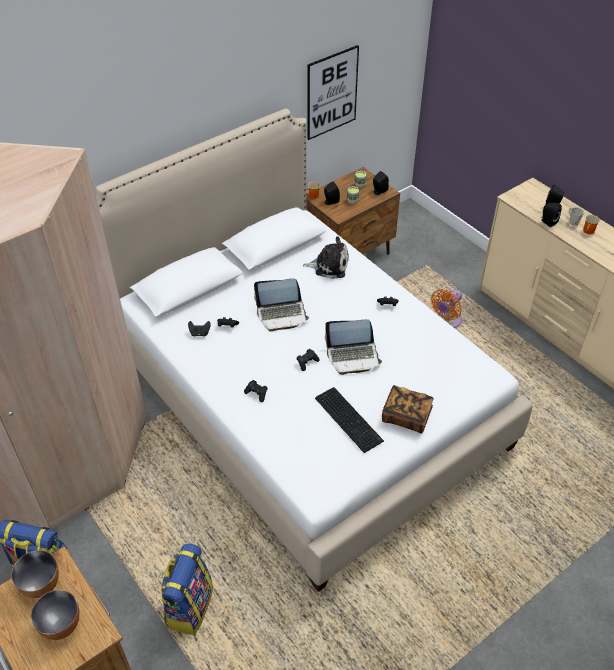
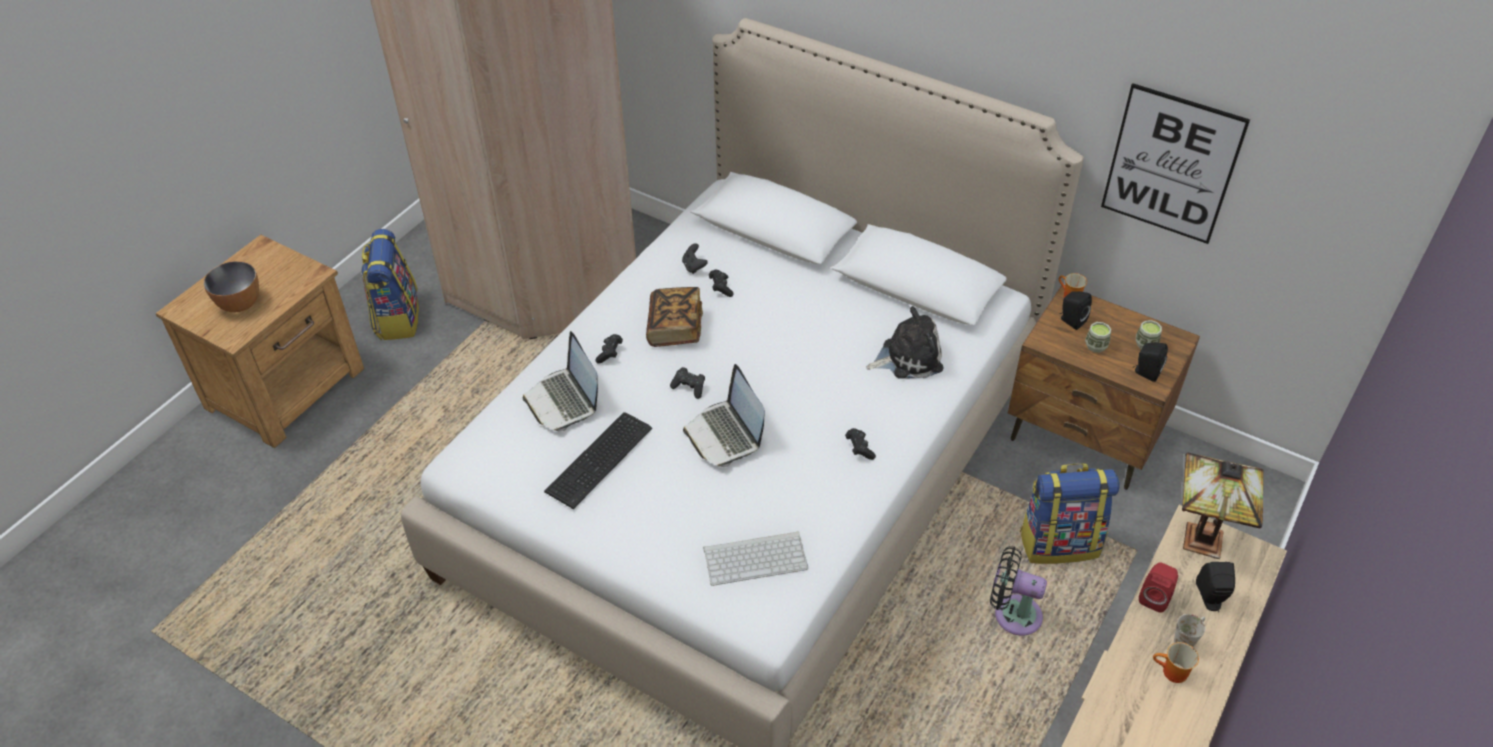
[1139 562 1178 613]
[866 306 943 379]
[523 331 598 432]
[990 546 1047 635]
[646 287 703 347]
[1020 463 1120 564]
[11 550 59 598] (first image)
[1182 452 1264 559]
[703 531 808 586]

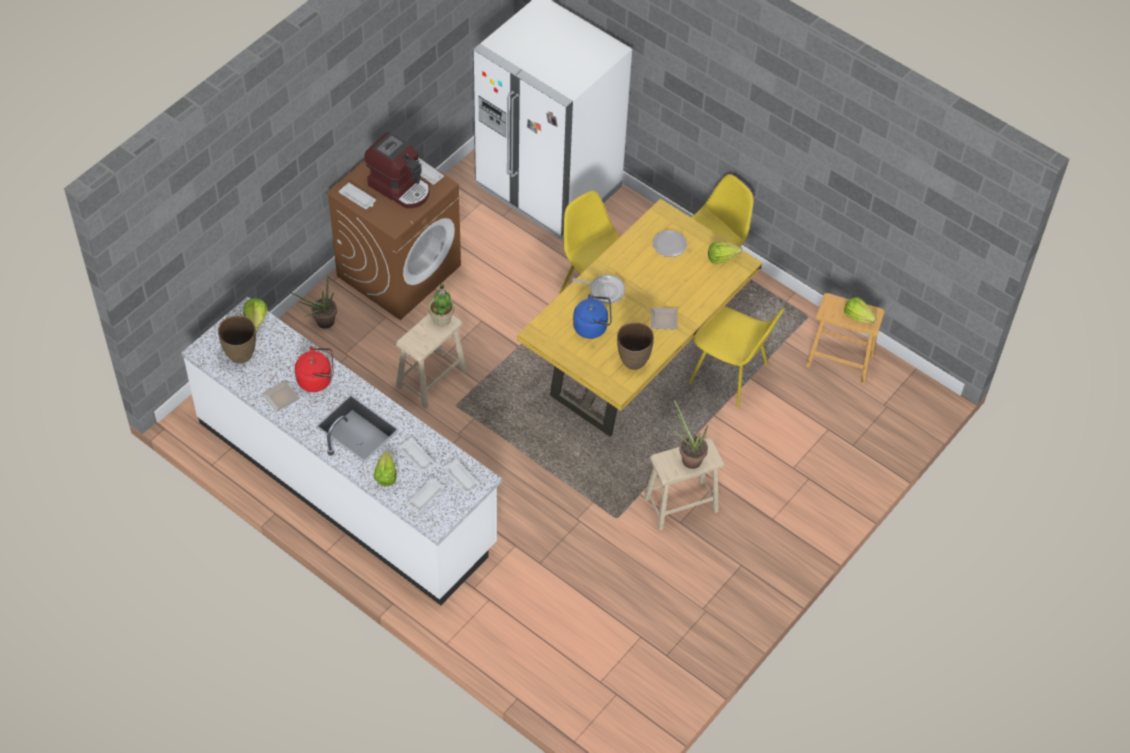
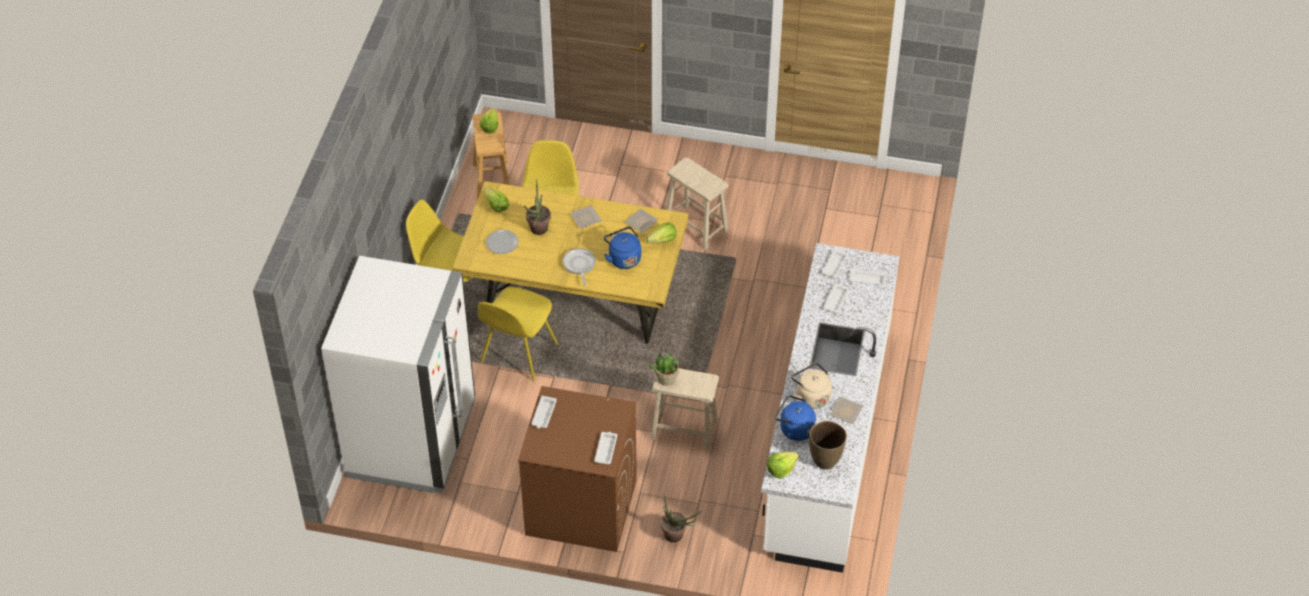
[364 132 430 208] (first image)
[625 208 658 233]
[792 363 832 409]
[524 178 551 235]
[646 222 676 244]
[775 395 816 441]

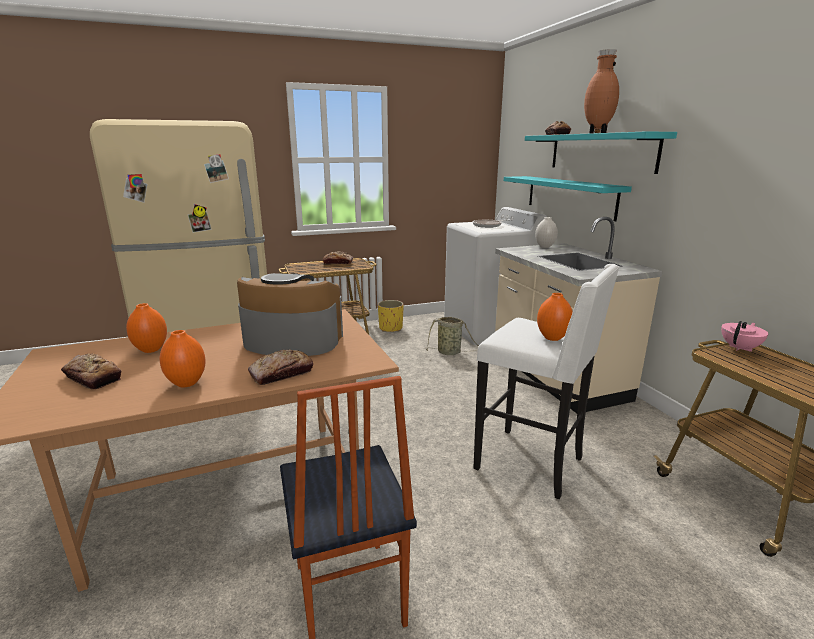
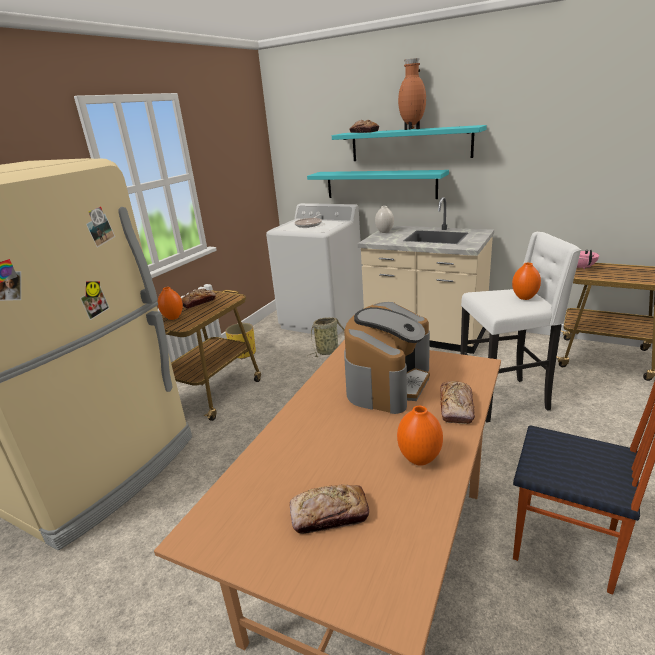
[344 302 430 414]
[158 287 183 320]

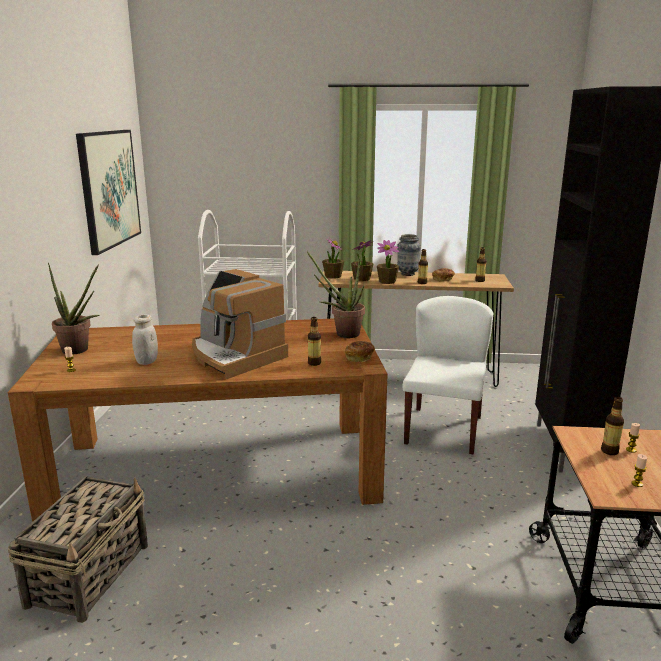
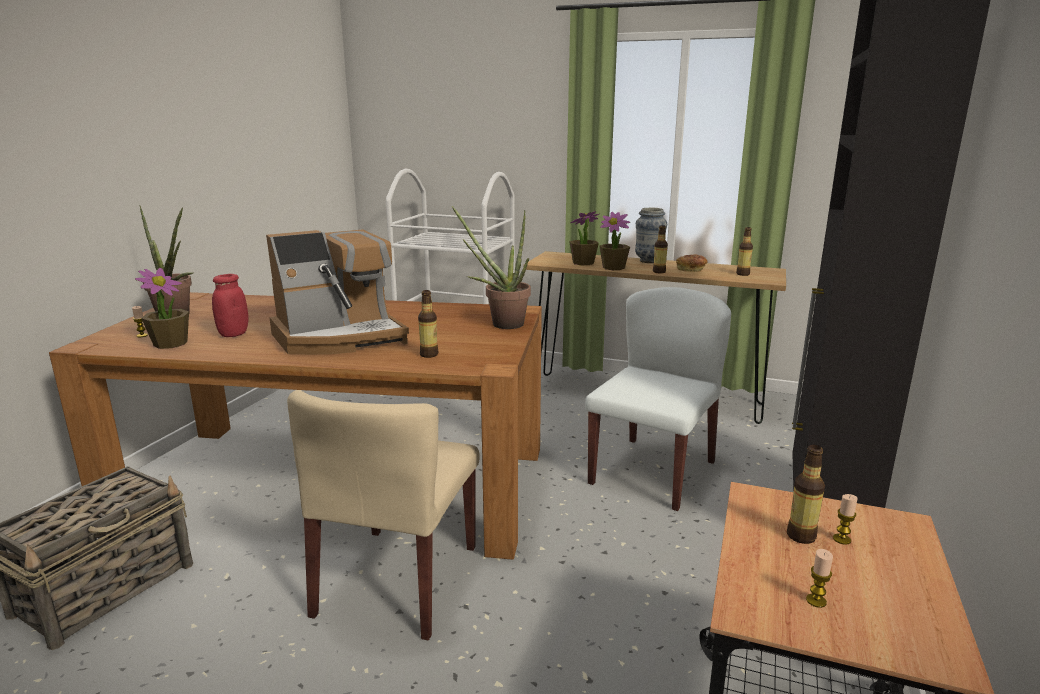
[76 130 141 255] (first image)
[135 268 189 349]
[266 229 409 355]
[212 274 248 337]
[345 341 375 362] (first image)
[287 390 480 641]

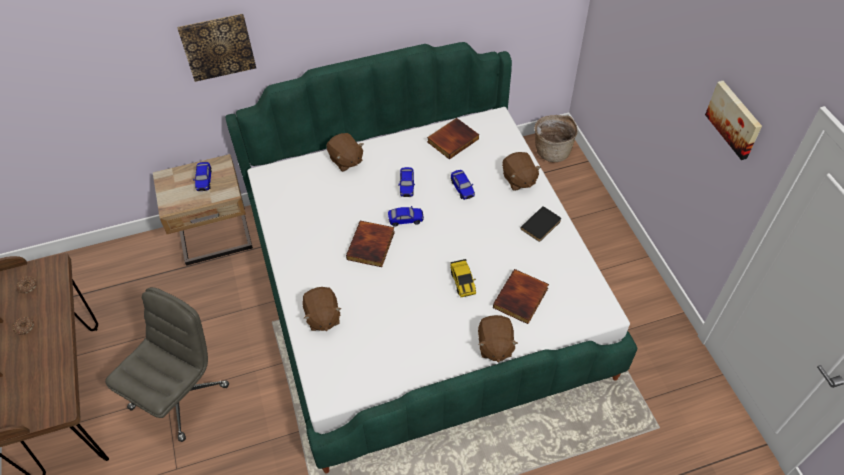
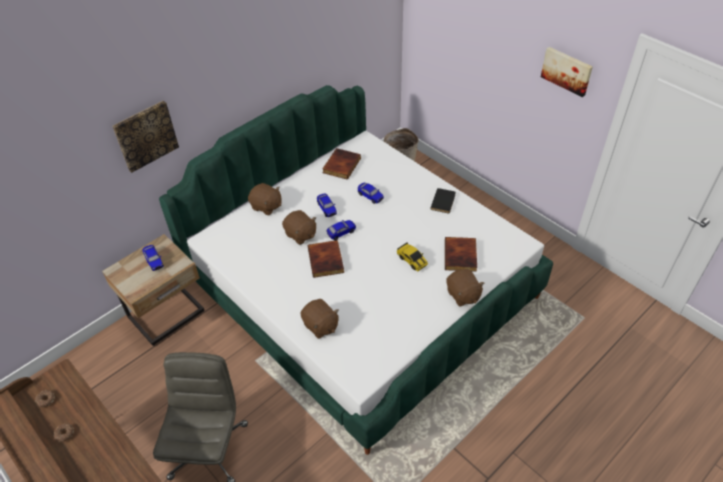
[282 210 316 245]

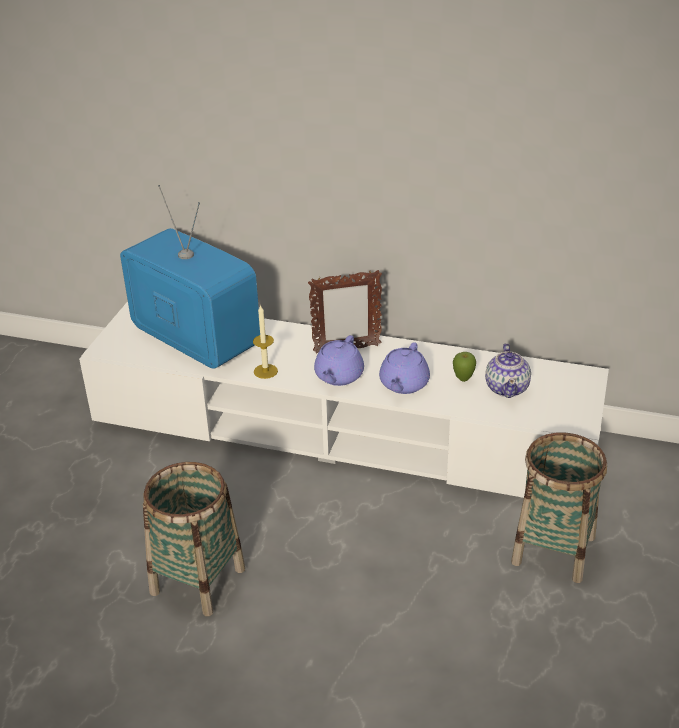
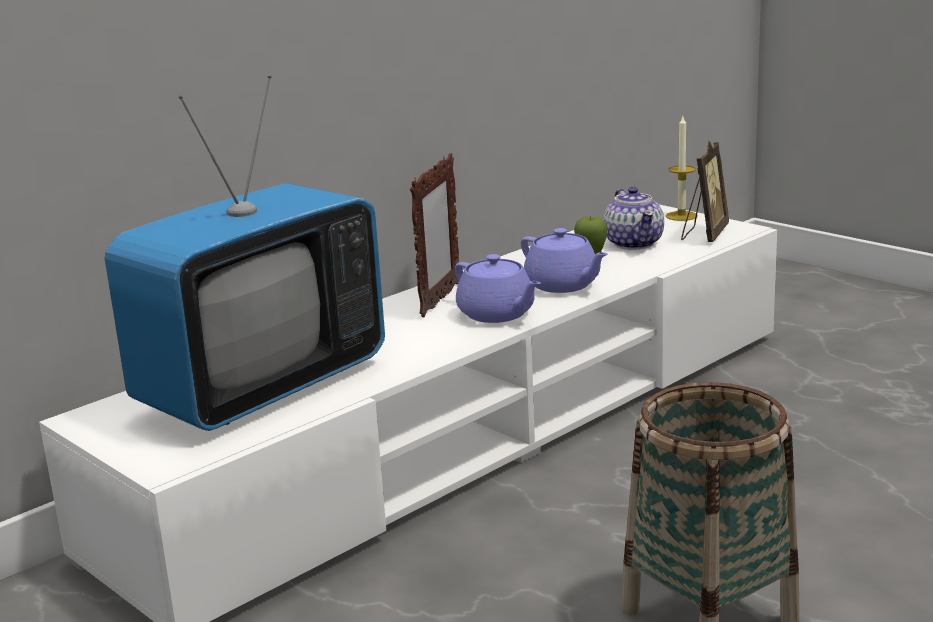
[105 75 385 431]
[666 116 698 221]
[603 187 664 250]
[511 432 607 583] (first image)
[681 141 729 242]

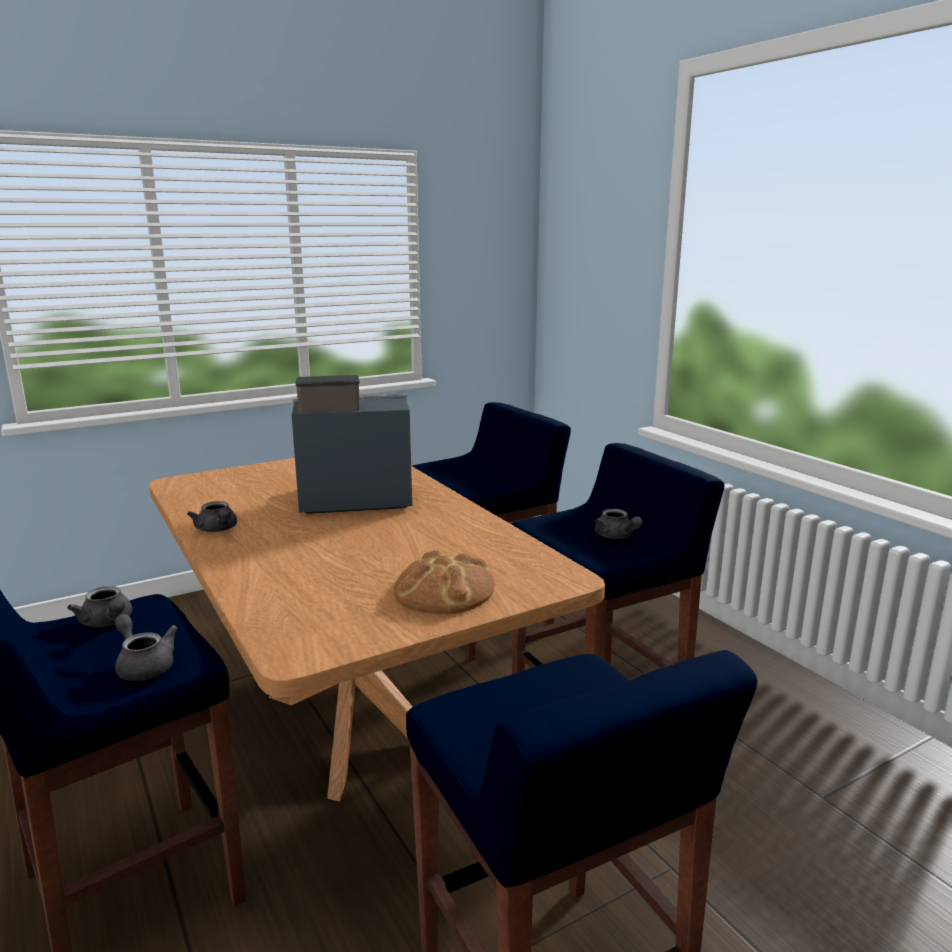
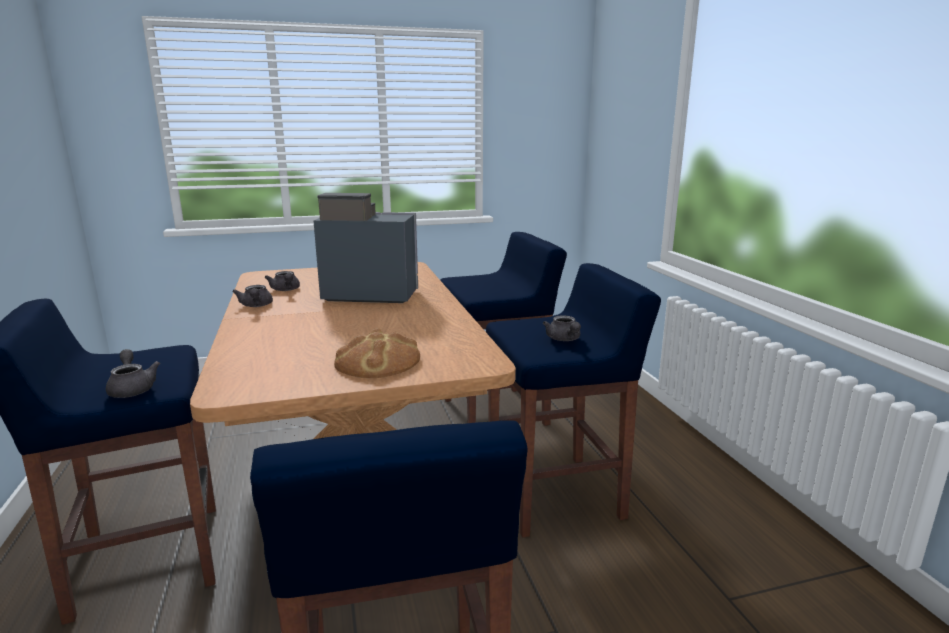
[265 271 300 291]

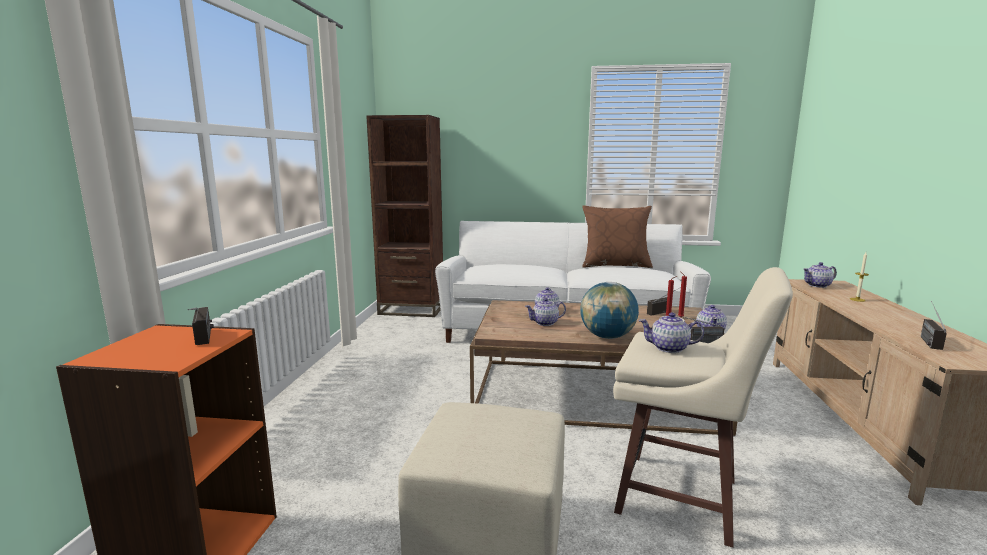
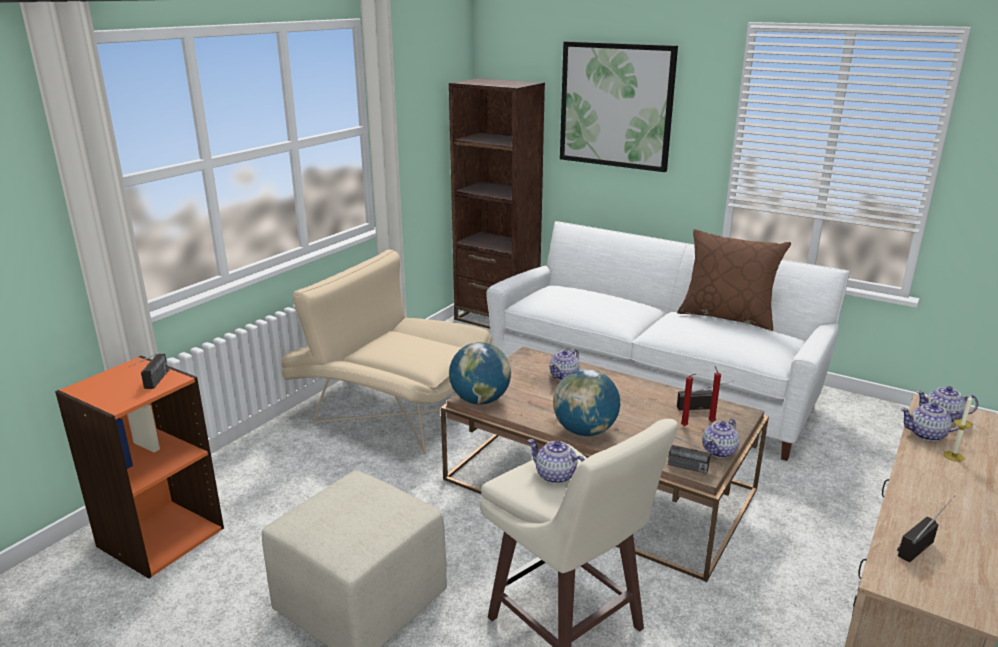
[900 403 963 441]
[560 41 678 172]
[281 249 492 454]
[449 342 511 404]

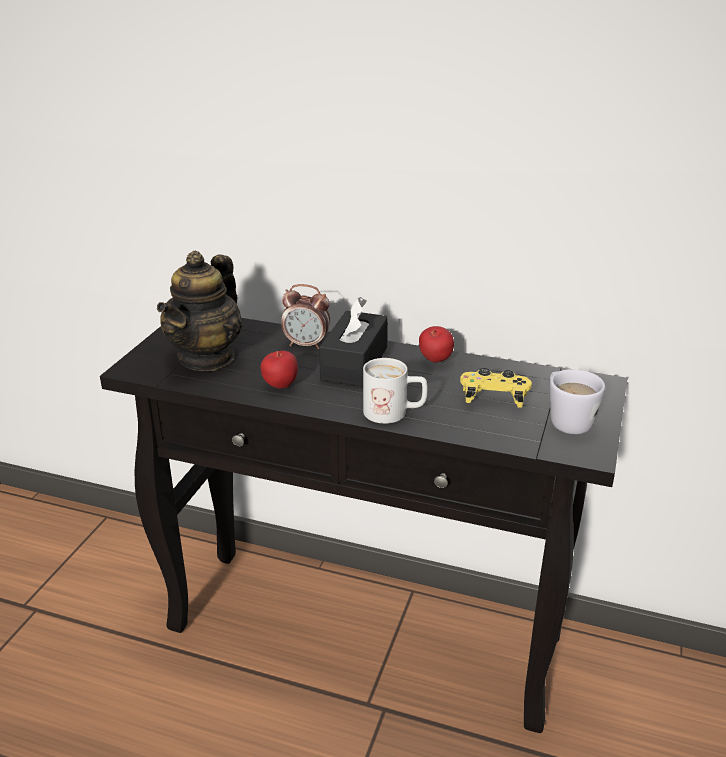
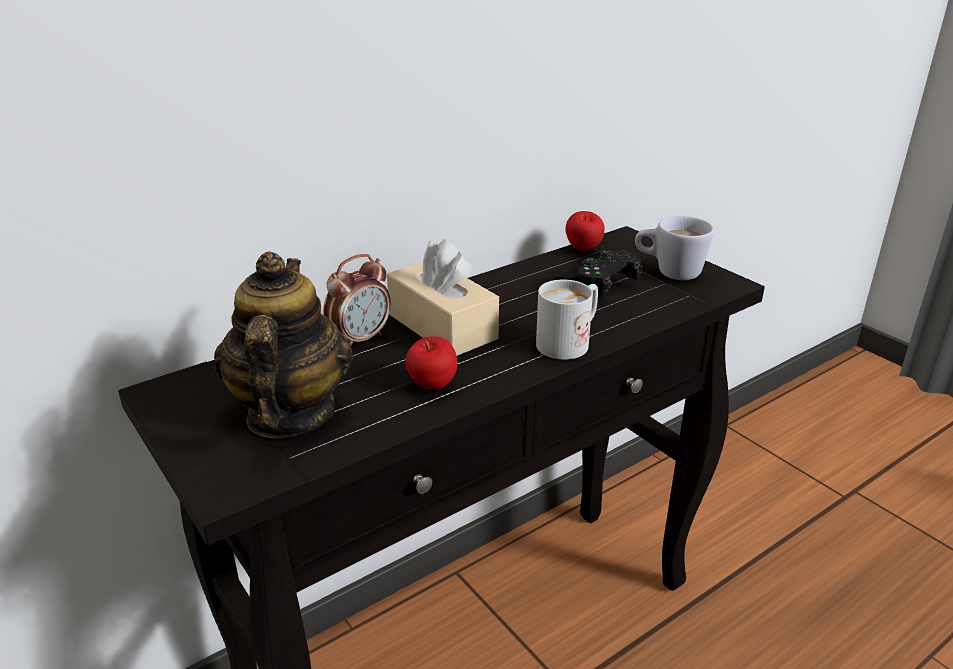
[214 252 353 438]
[387 239 499 356]
[565 211 605 251]
[554 250 643 298]

